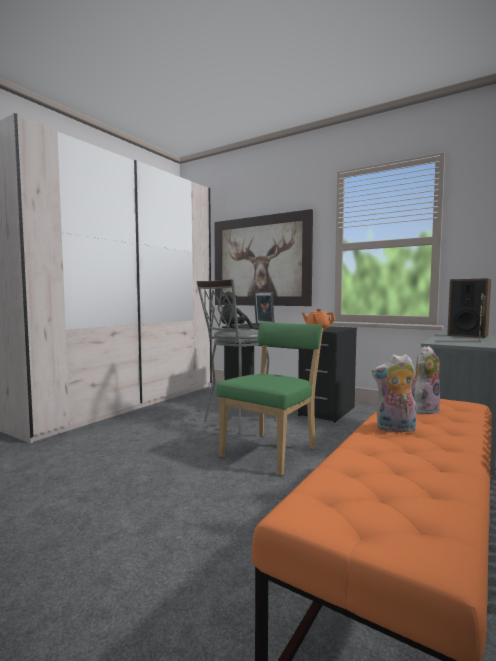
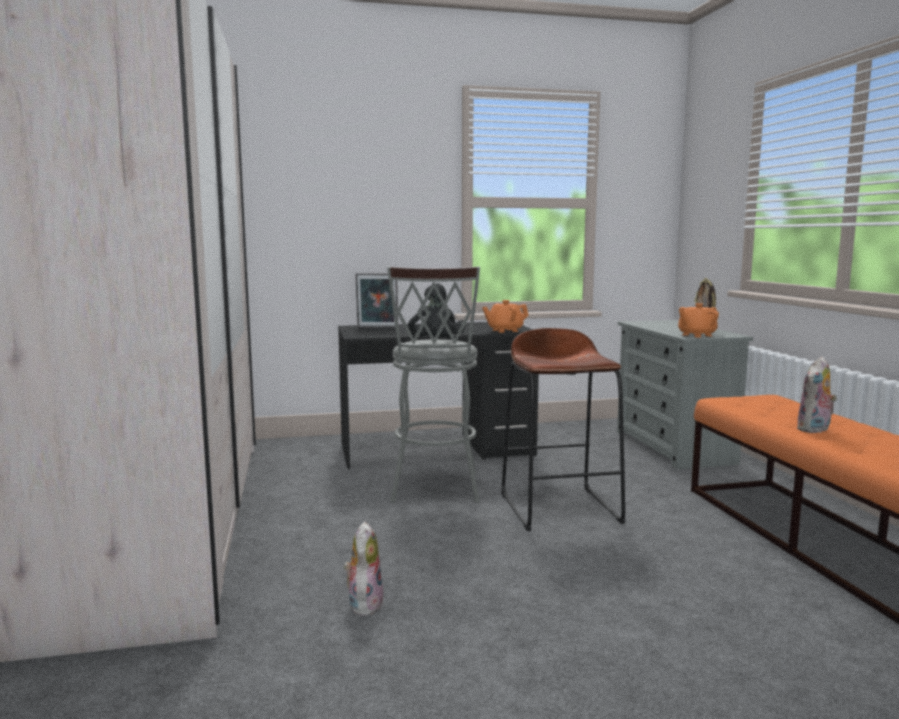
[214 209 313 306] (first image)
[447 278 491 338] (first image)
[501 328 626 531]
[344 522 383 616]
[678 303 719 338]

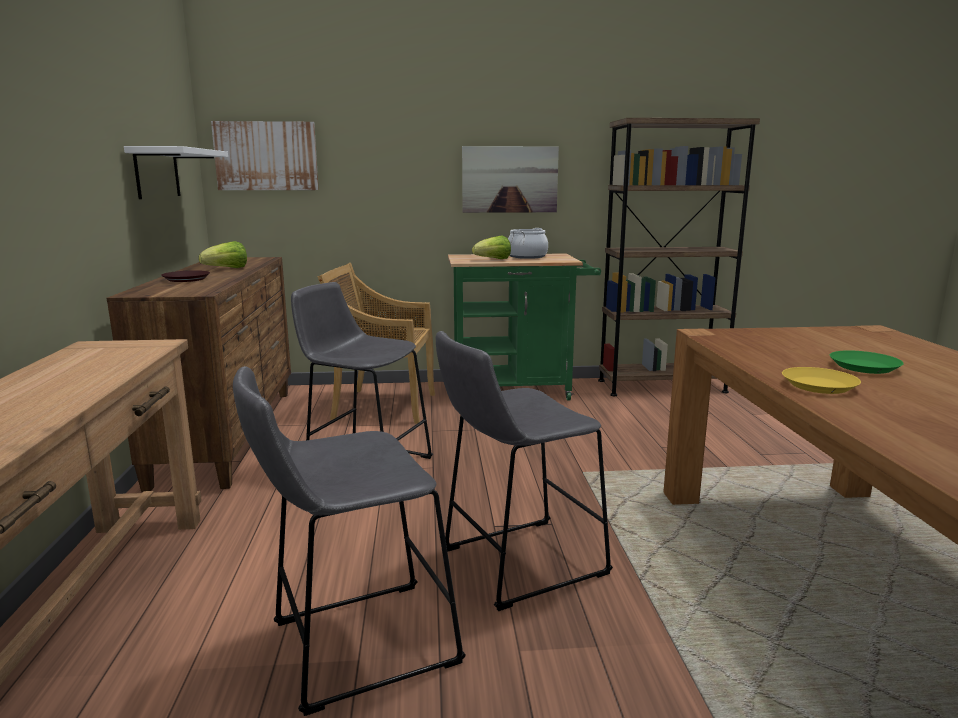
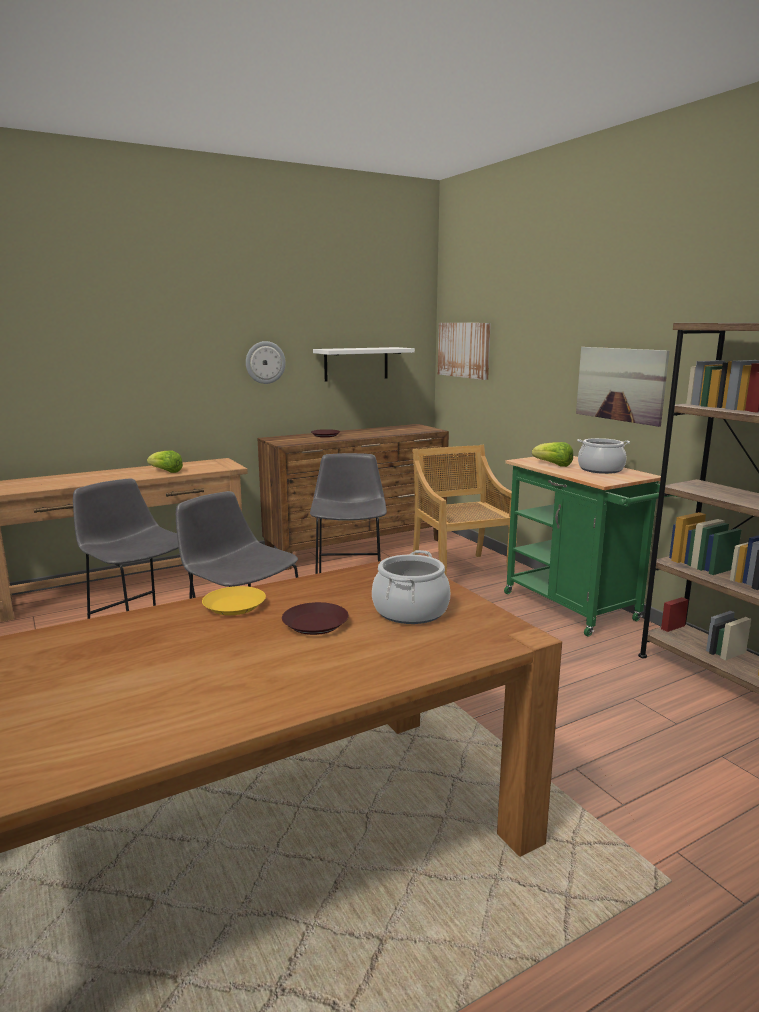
[147 450 183 473]
[282 602 349 635]
[246 341 286 384]
[372 550 450 624]

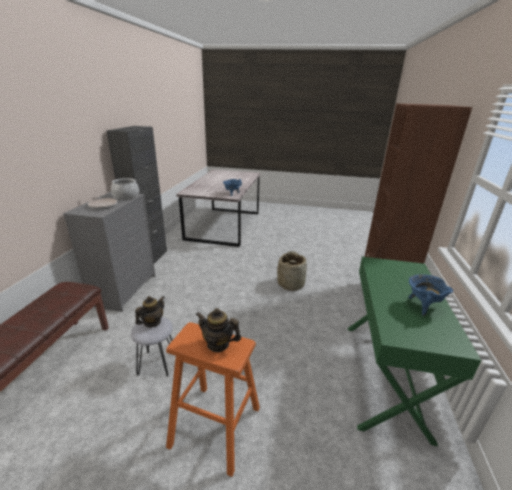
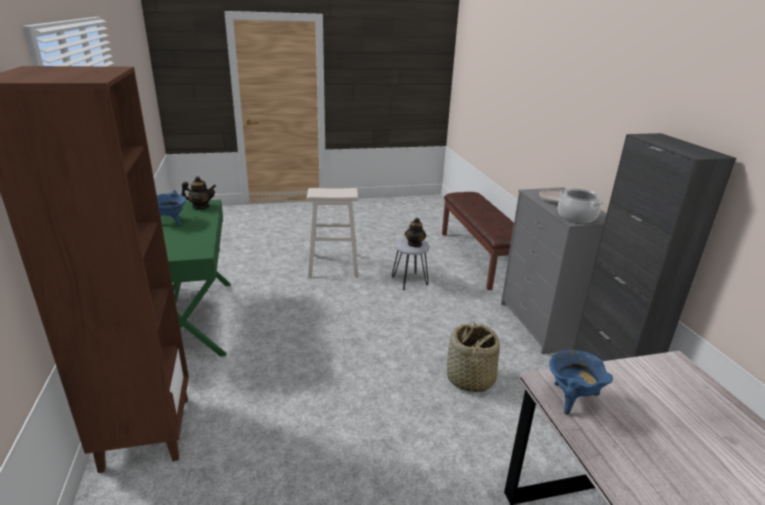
[447 321 500 393]
[181 176 216 209]
[307 188 358 278]

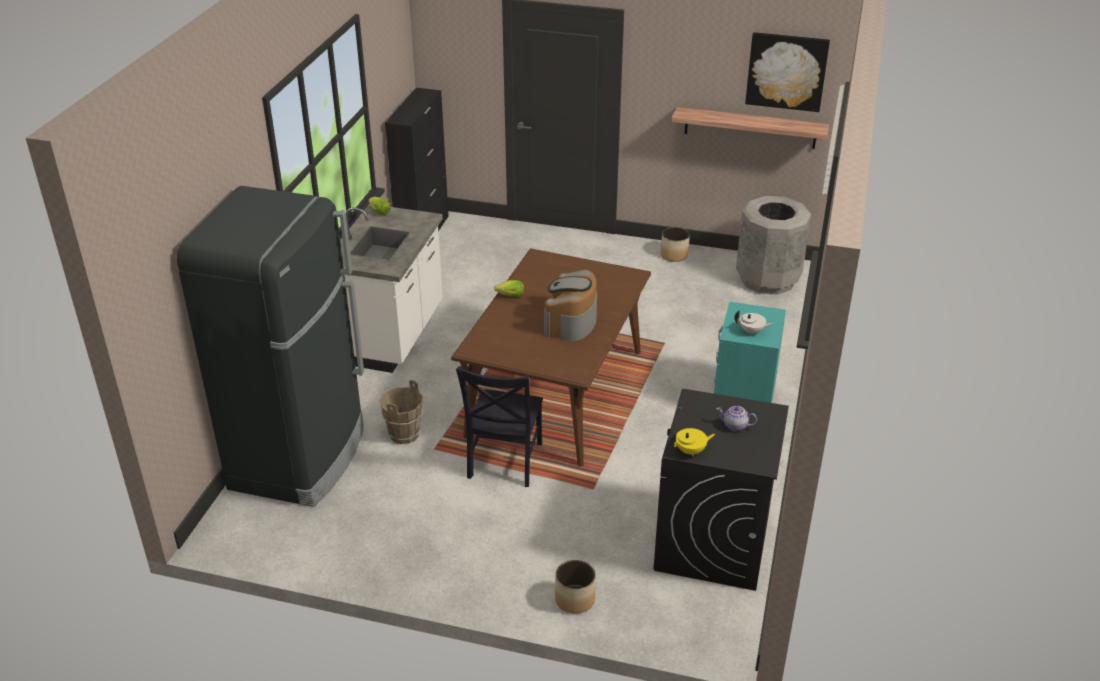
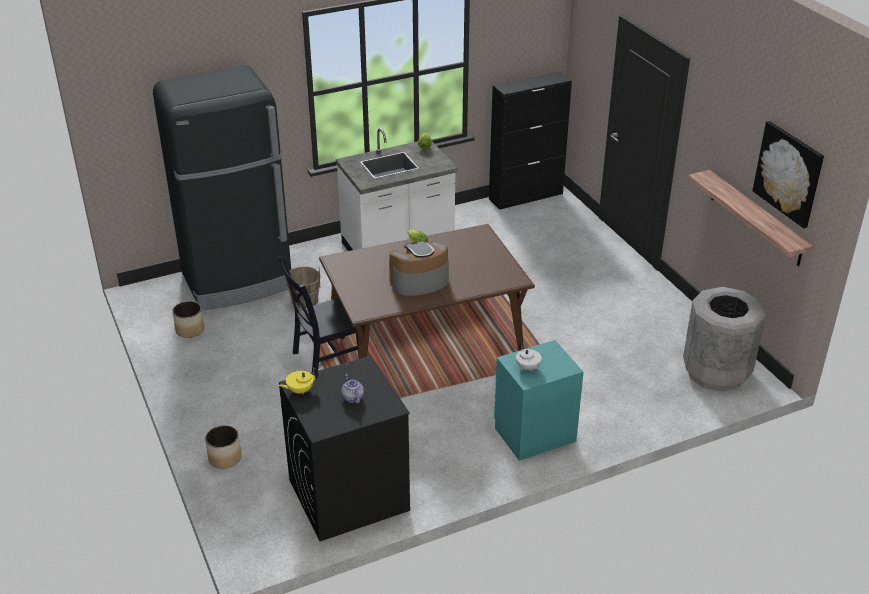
[172 301 204 338]
[279 368 318 394]

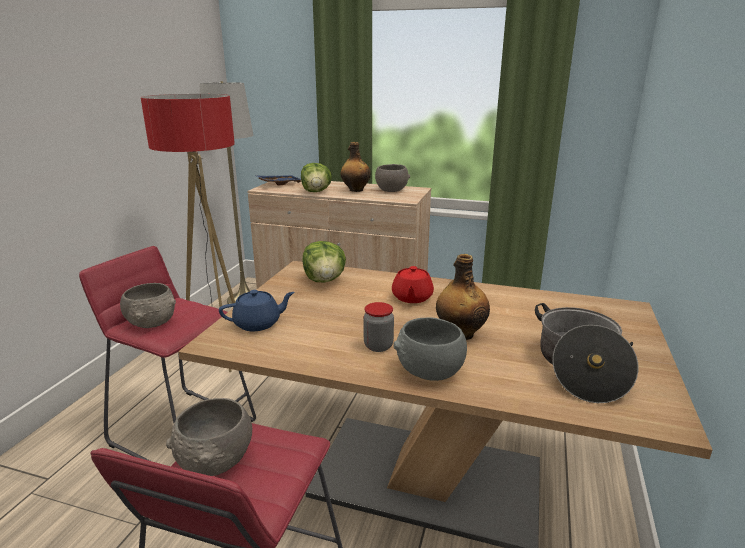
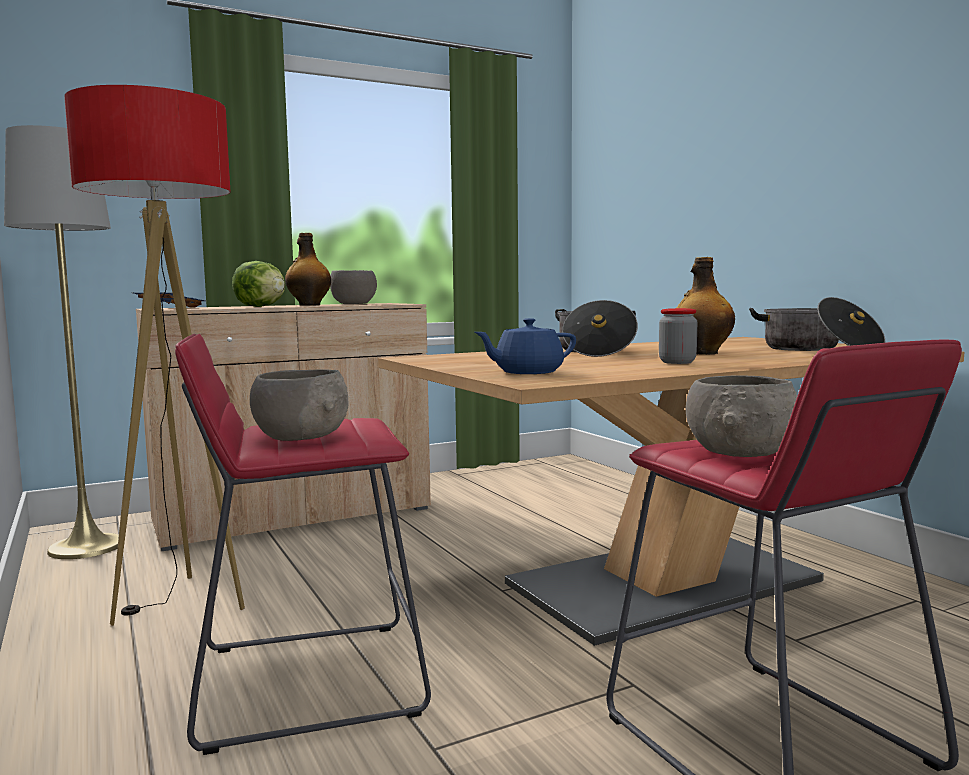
[302 241 346 282] (first image)
[555 300 638 357]
[474 318 576 374]
[394 317 467 381] (first image)

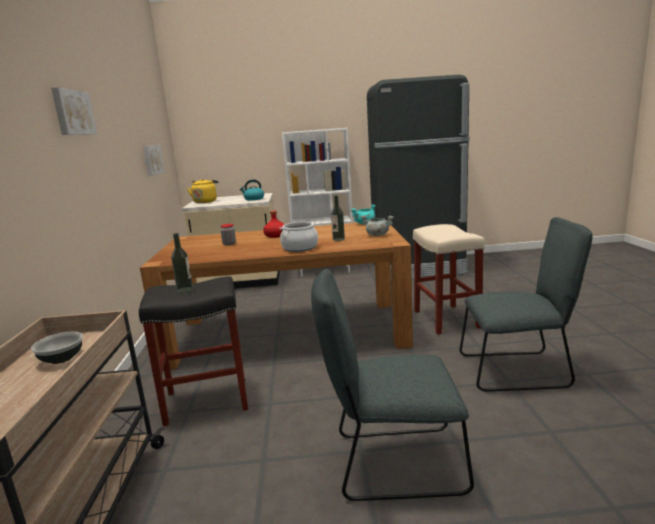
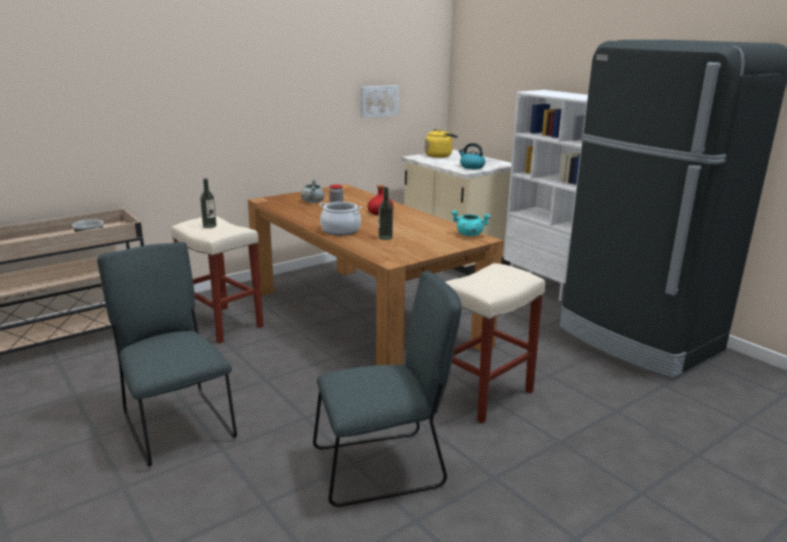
[51 87 97 135] (first image)
[301 179 325 203]
[313 271 462 507]
[171 216 264 344]

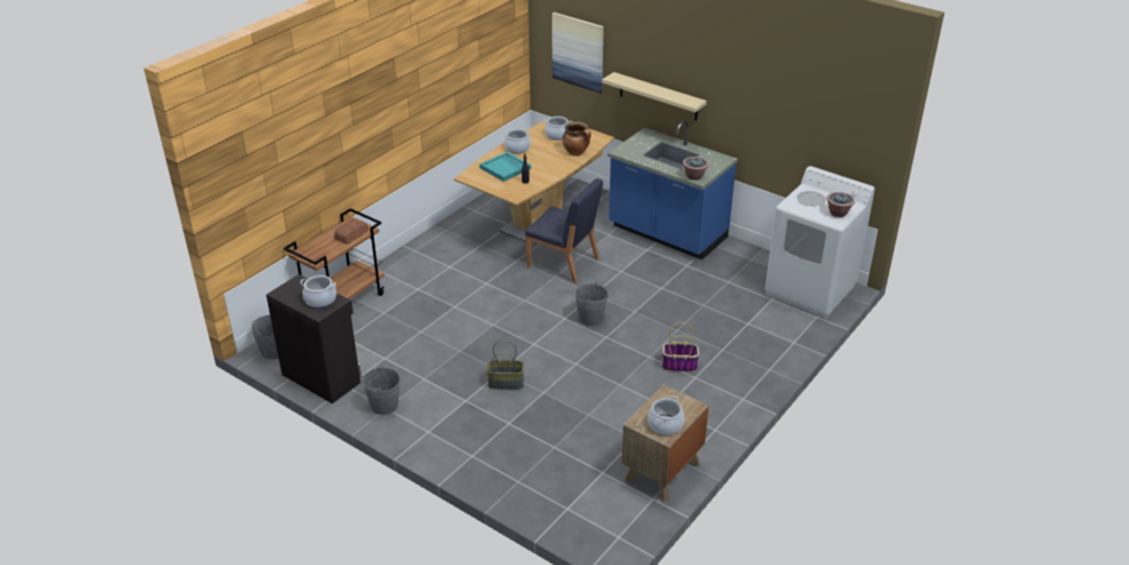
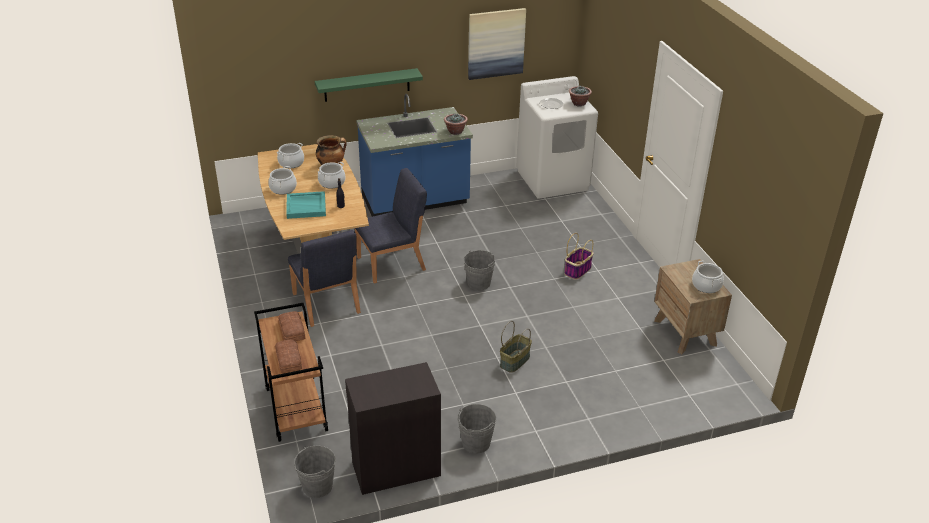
[468 8 526 80]
[315 68 423 102]
[318 162 345 189]
[288 230 361 327]
[275 339 302 373]

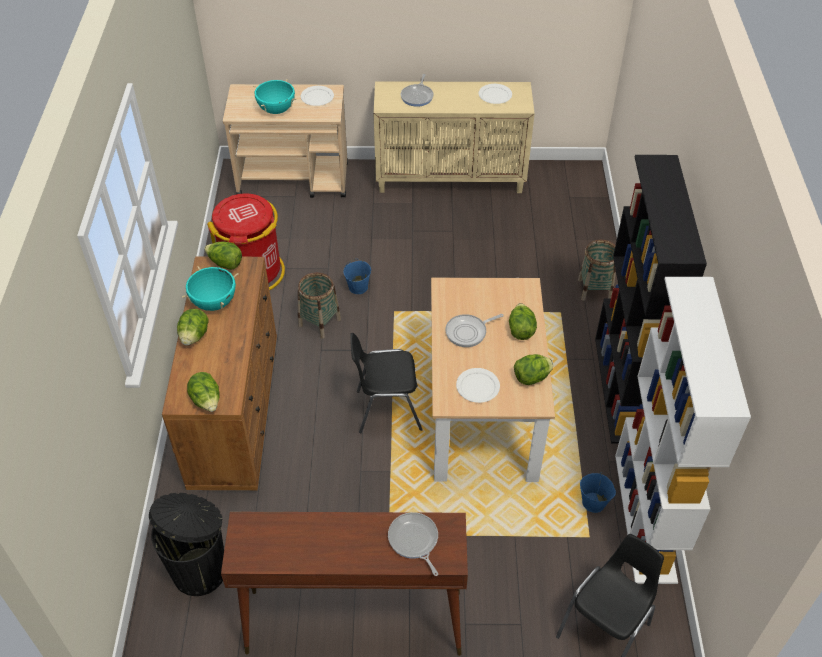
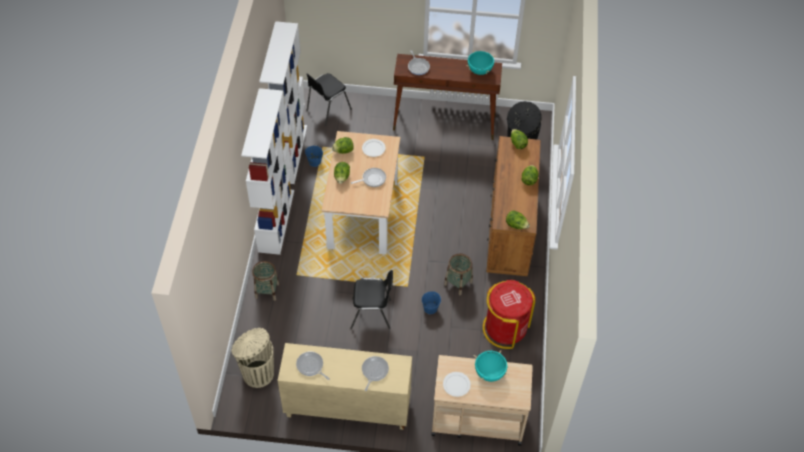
[296 351 330 380]
[241 88 294 255]
[466 50 495 75]
[351 270 393 329]
[232 328 274 388]

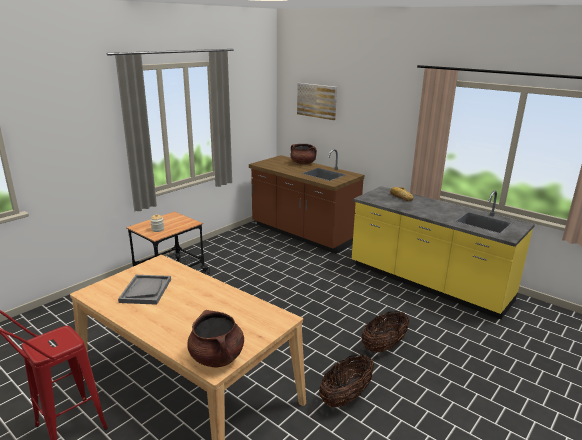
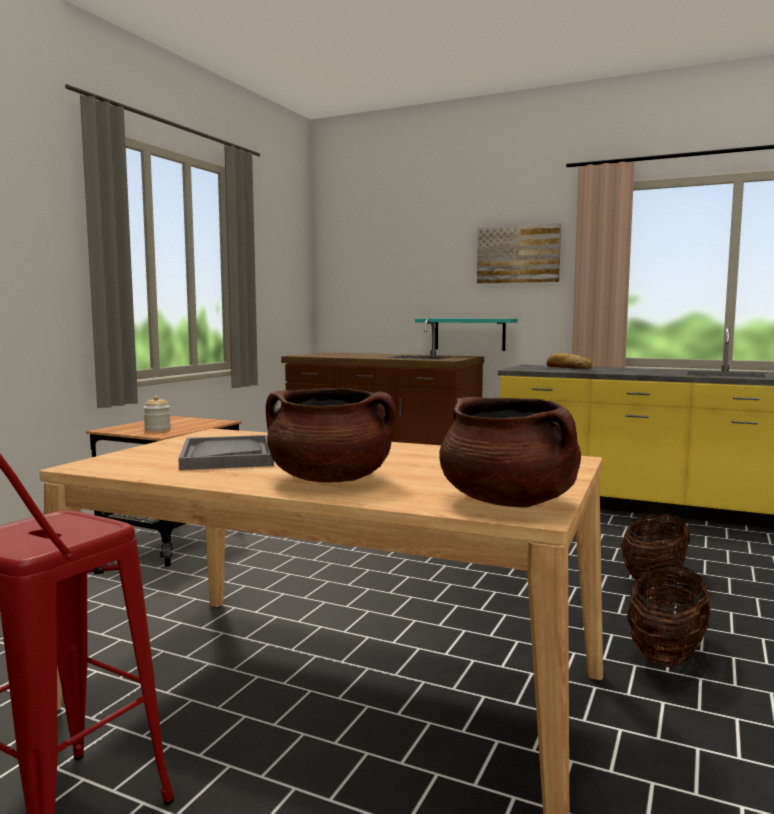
[477 223 561 284]
[266 388 396 483]
[415 319 518 351]

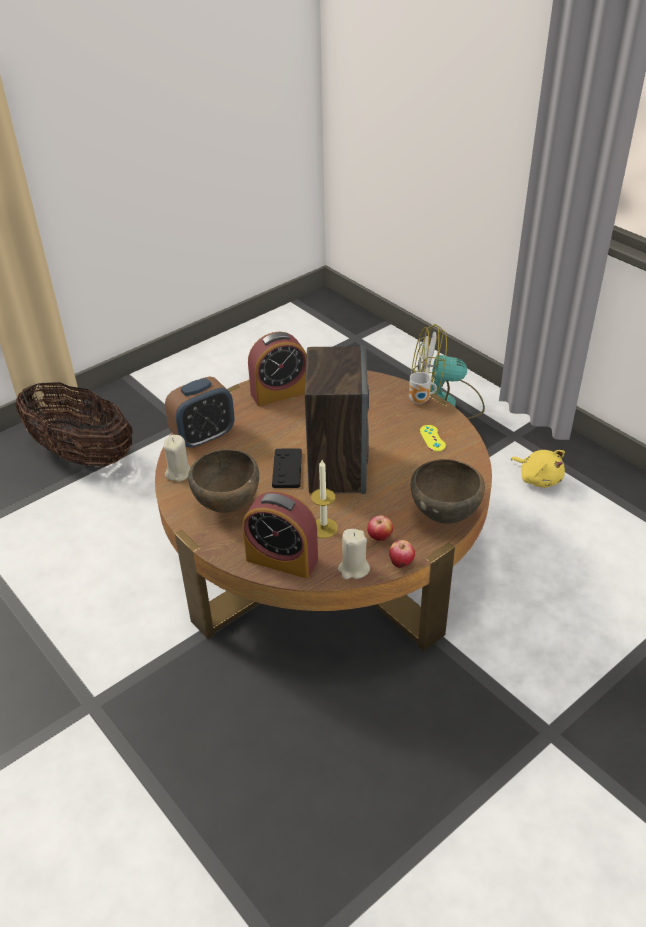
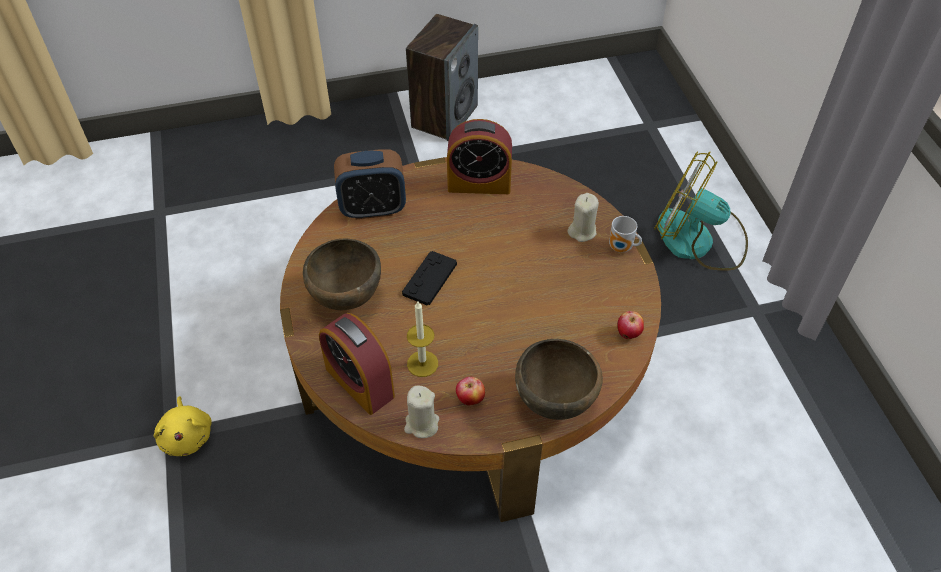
[406 14 478 141]
[16 382 133 467] (first image)
[420 425 446 452] (first image)
[568 193 599 242]
[154 396 212 456]
[617 311 644 339]

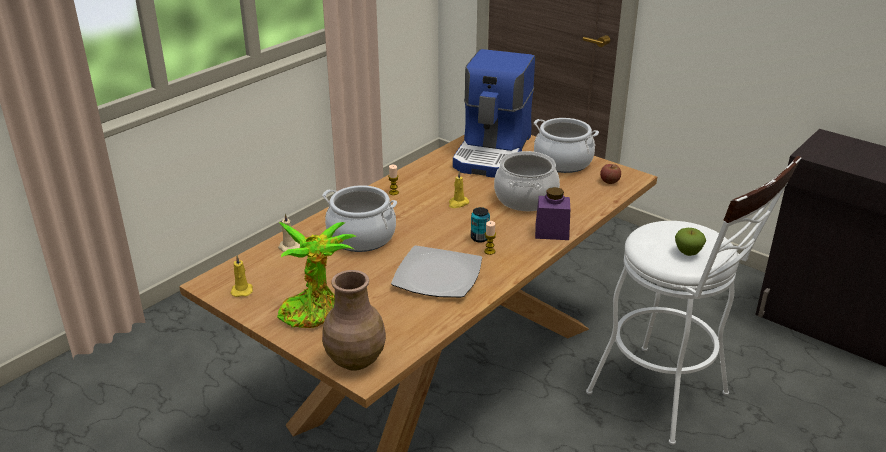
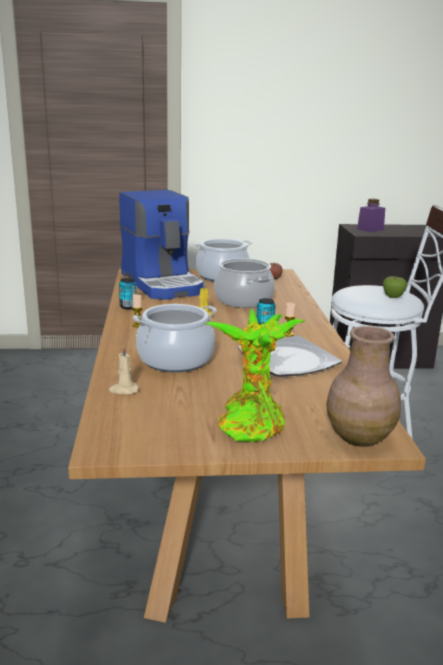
[357 199 385 232]
[231 255 253 297] (first image)
[119 278 136 309]

